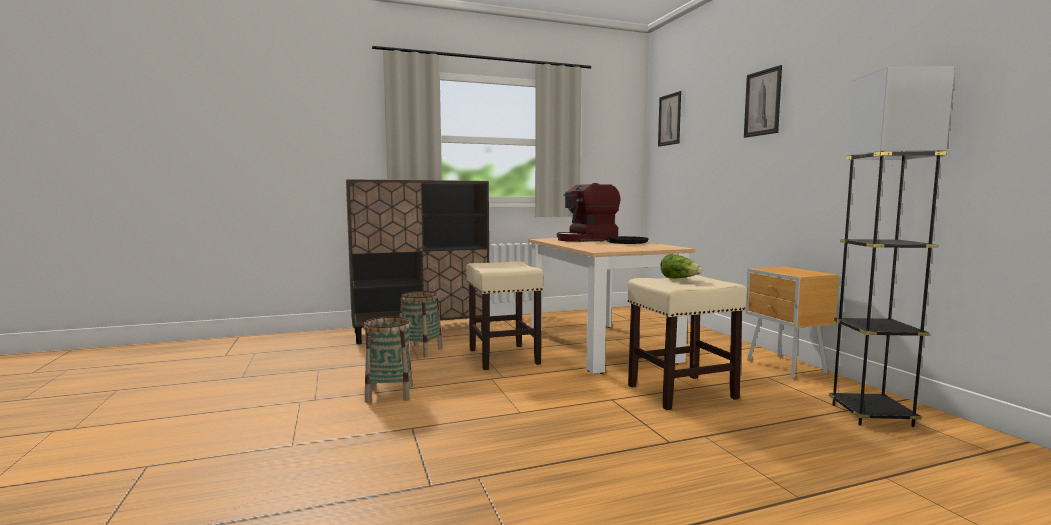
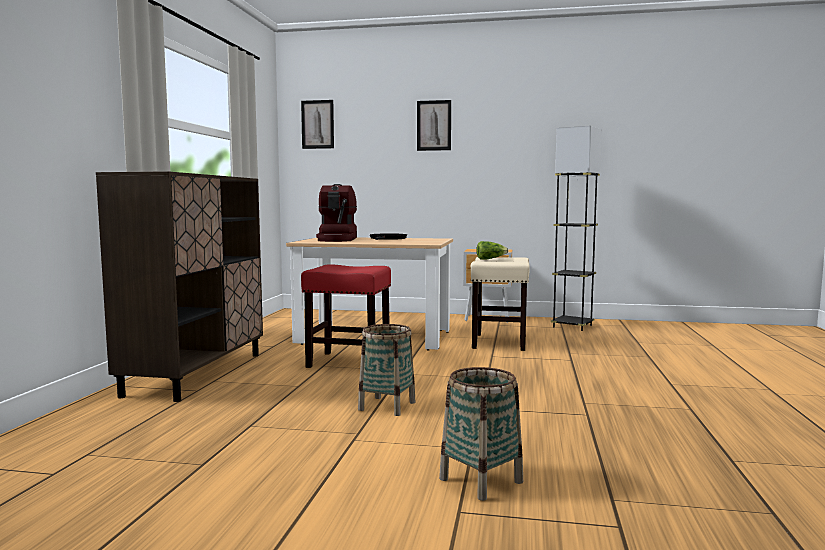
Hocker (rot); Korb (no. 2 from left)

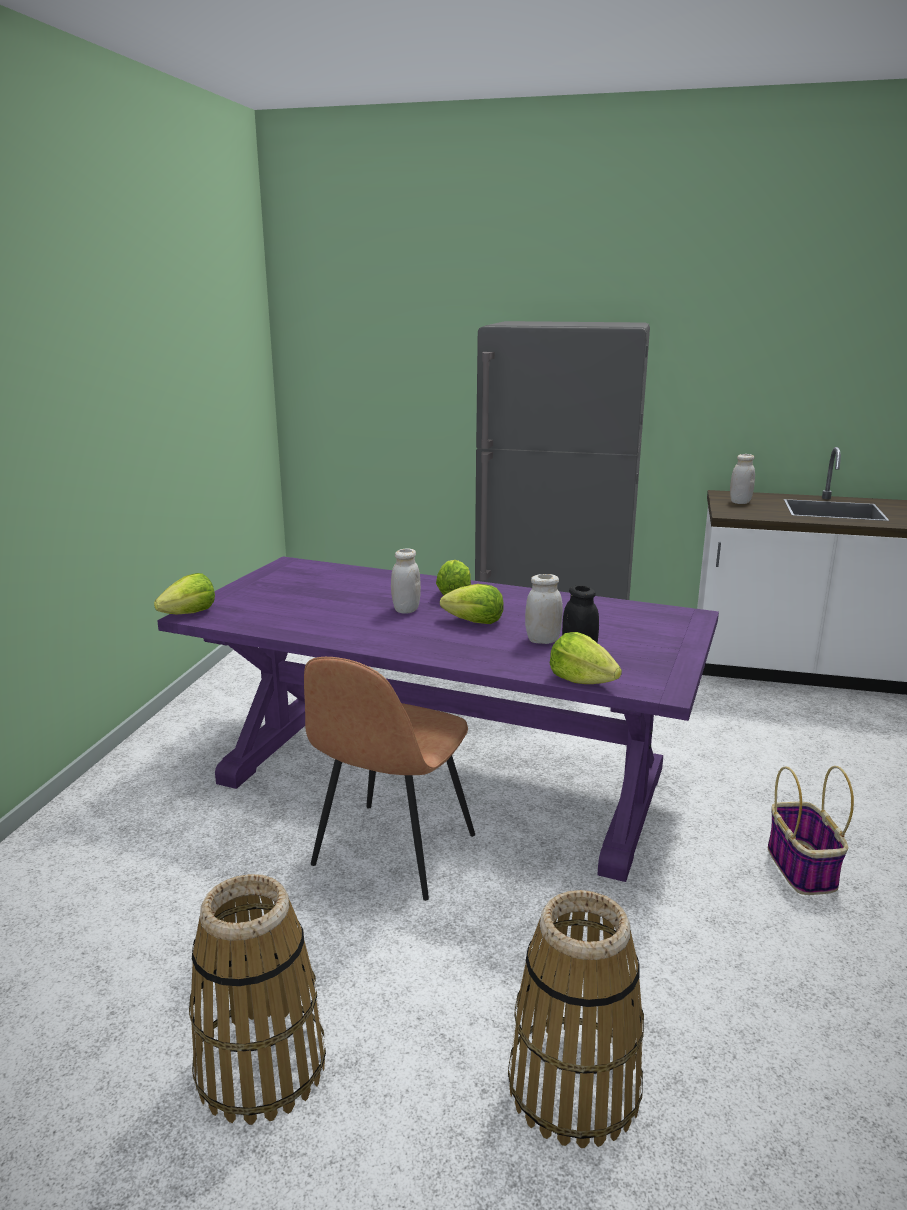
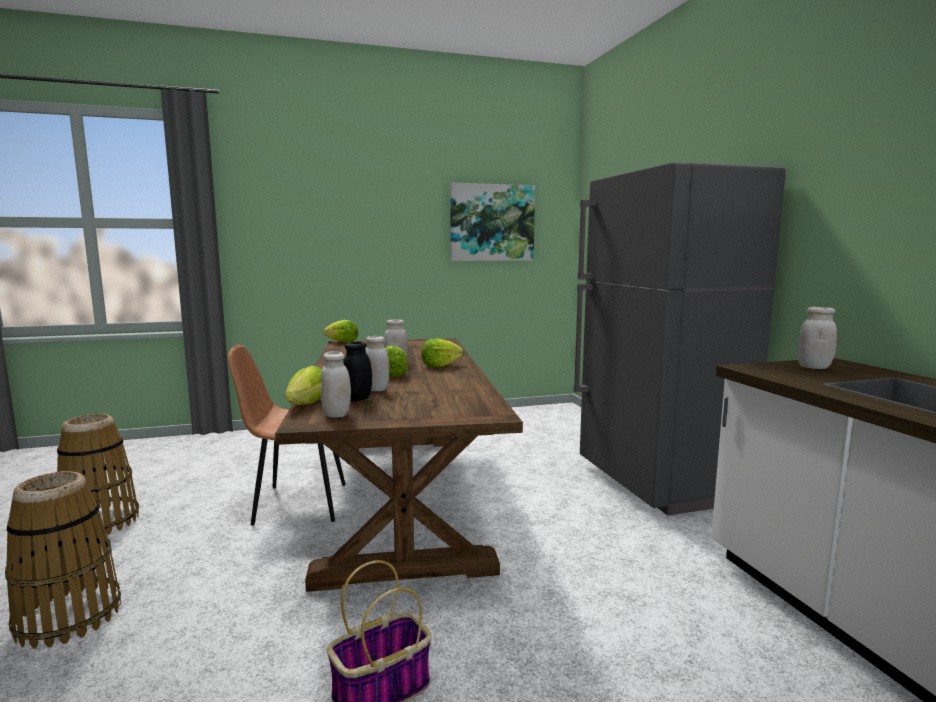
Esstisch (braun); Bild; Vorratsglas (weiß) (no. 1 from left)

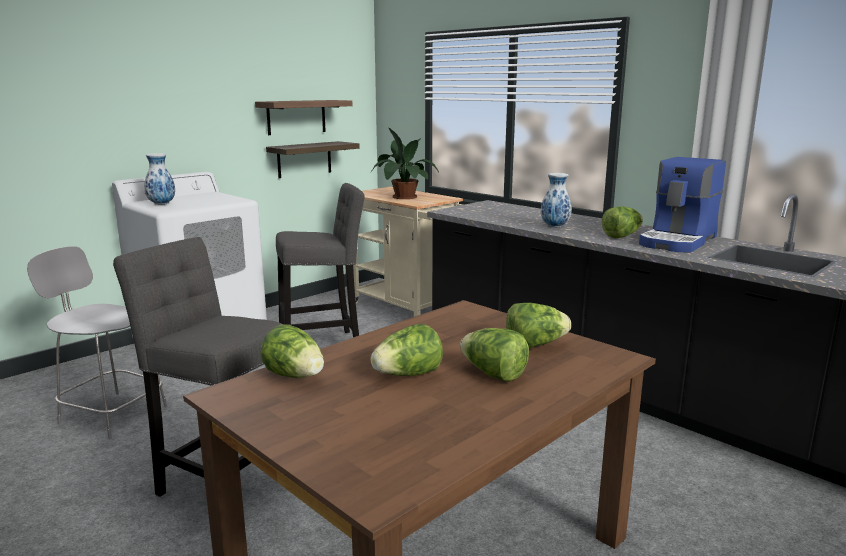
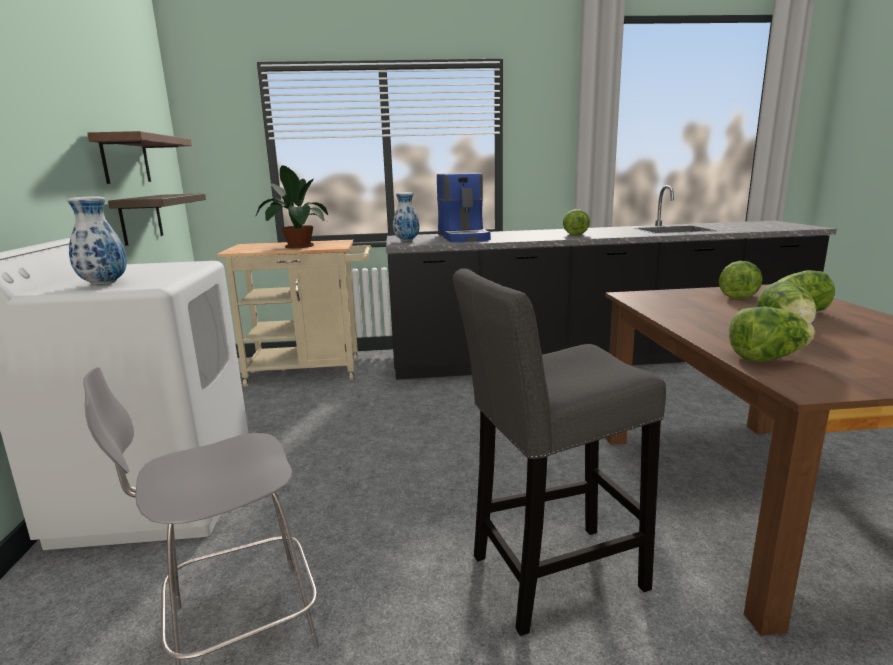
Kaffeemaschine; Vase (no. 2 from left); Hocker (grau) (no. 2 from left in the first image)

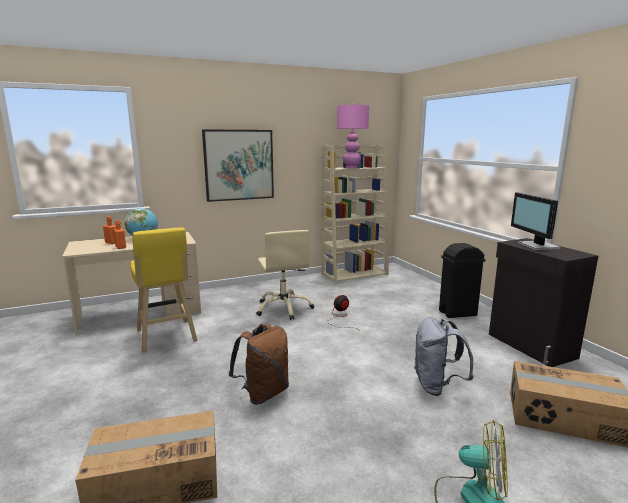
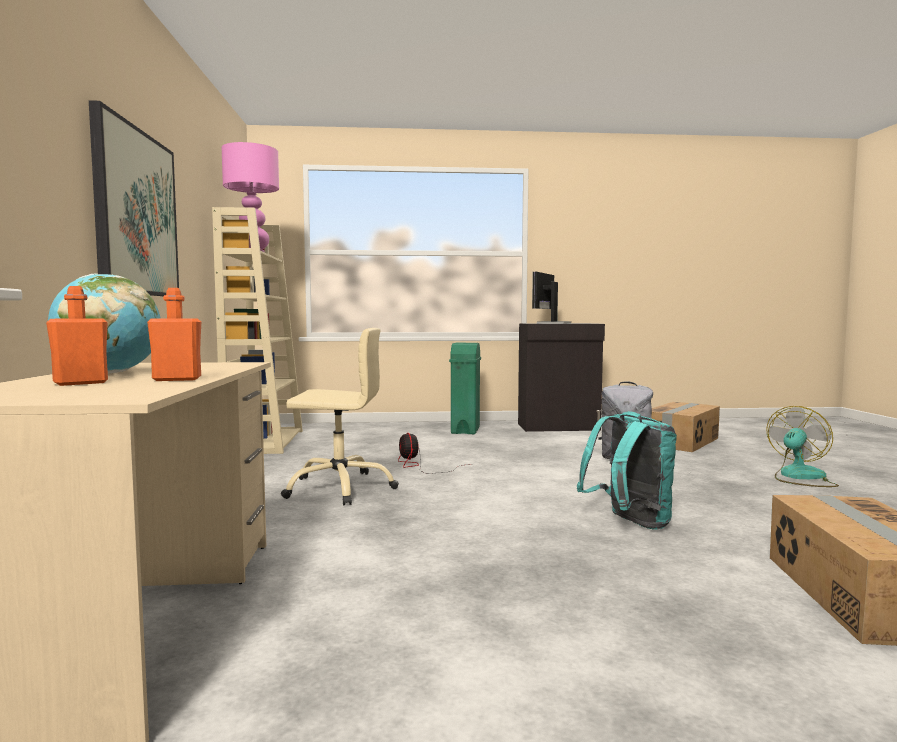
Monitor; Hocker (gelb); Mülleimer (grün); Rucksack (türkis)

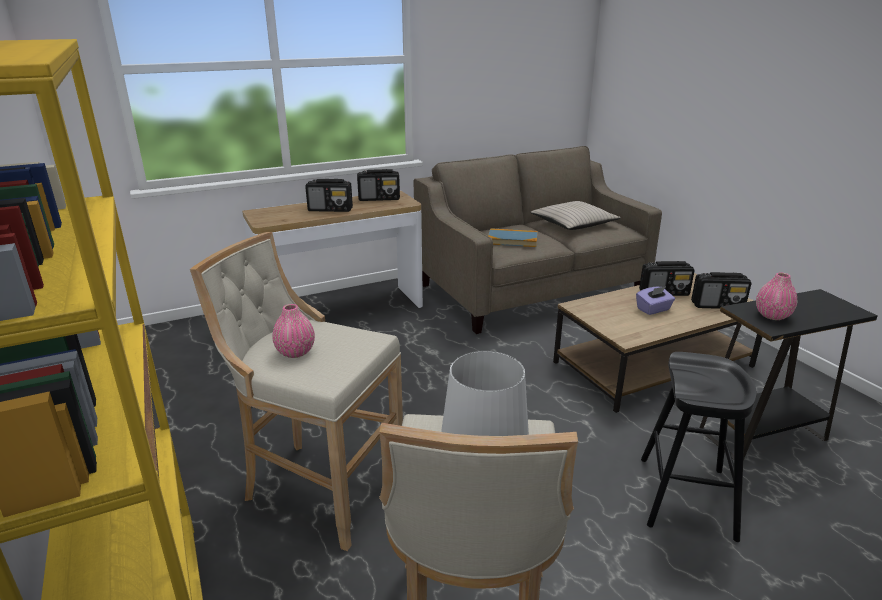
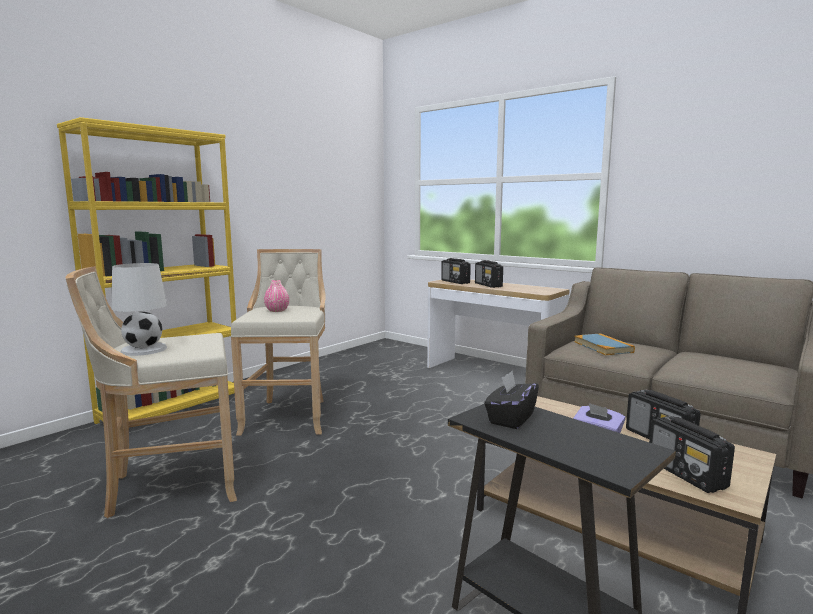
Radio (no. 1 from left); Kissen (beige); Taschentuchbox (schwarz); Hocker (schwarz)

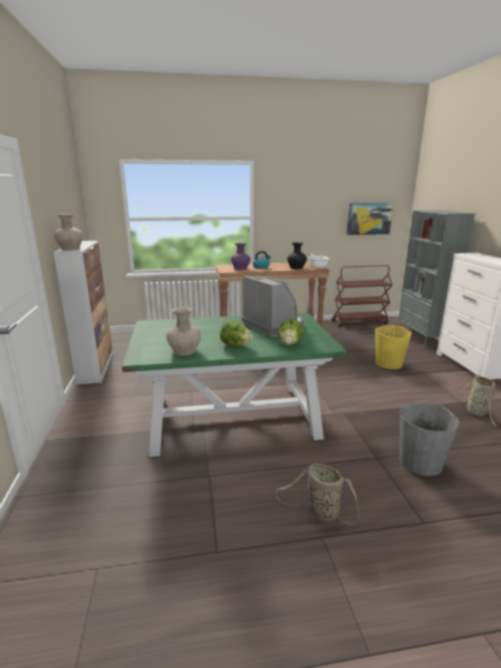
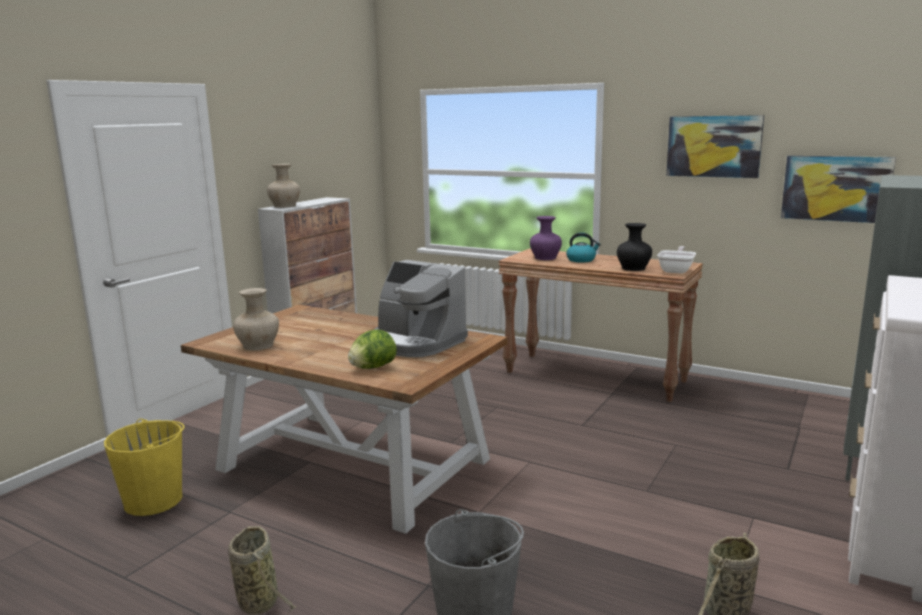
Rollwagen (braun); Kaffeemaschine; Esstisch (braun); Salatkopf (no. 1 from left in the first image); Eimer (gelb); Bild (no. 1 from left)

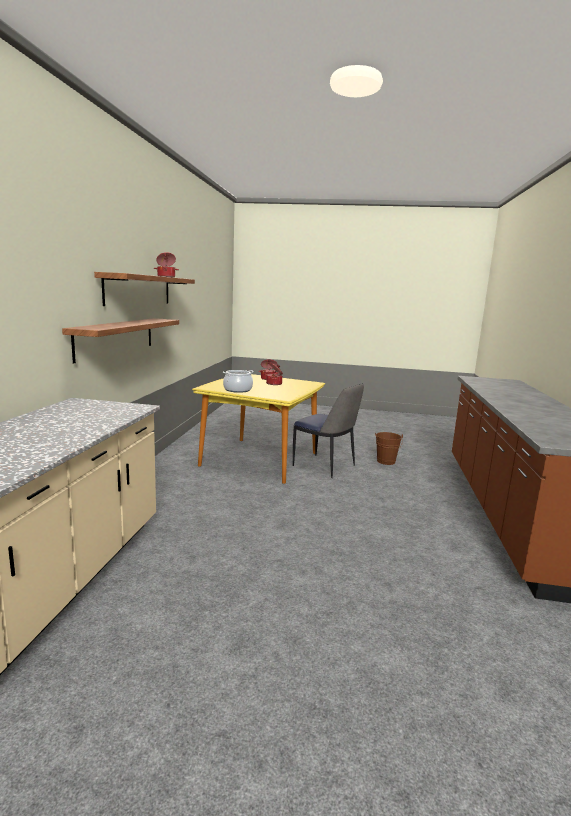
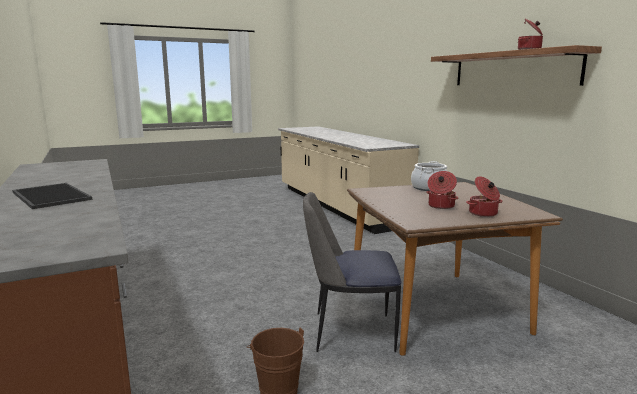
Wandregal (no. 1 from left in the first image); Esstisch (braun); Tablett

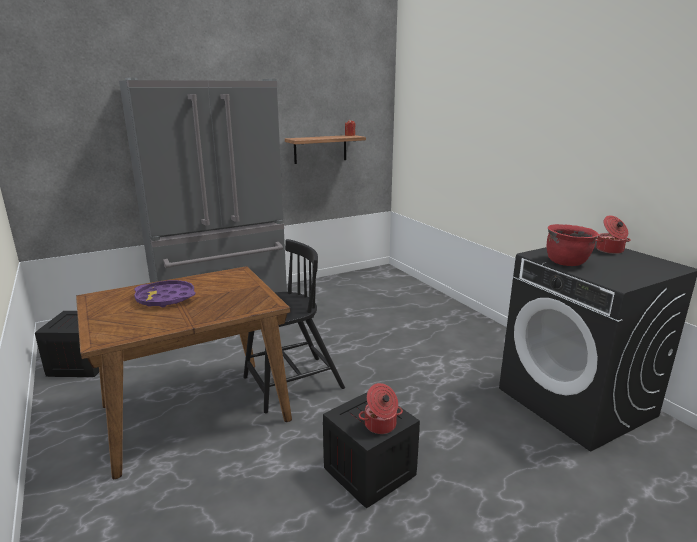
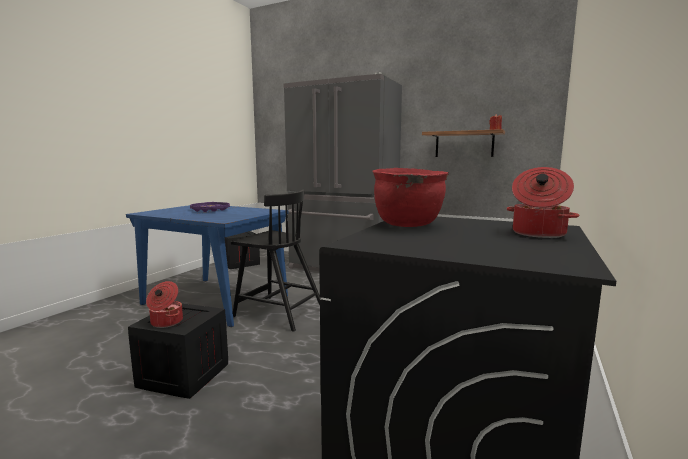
Esstisch (blau)

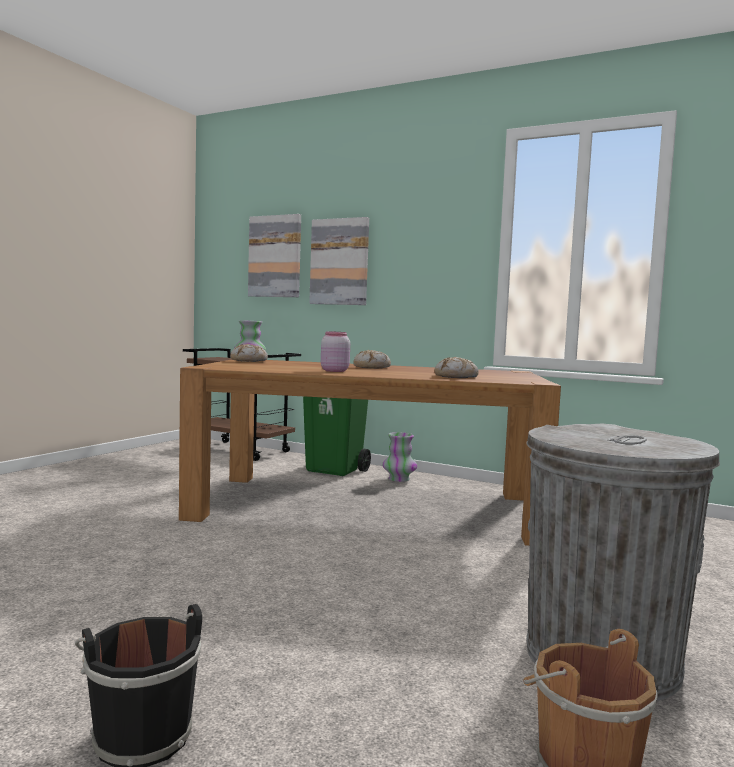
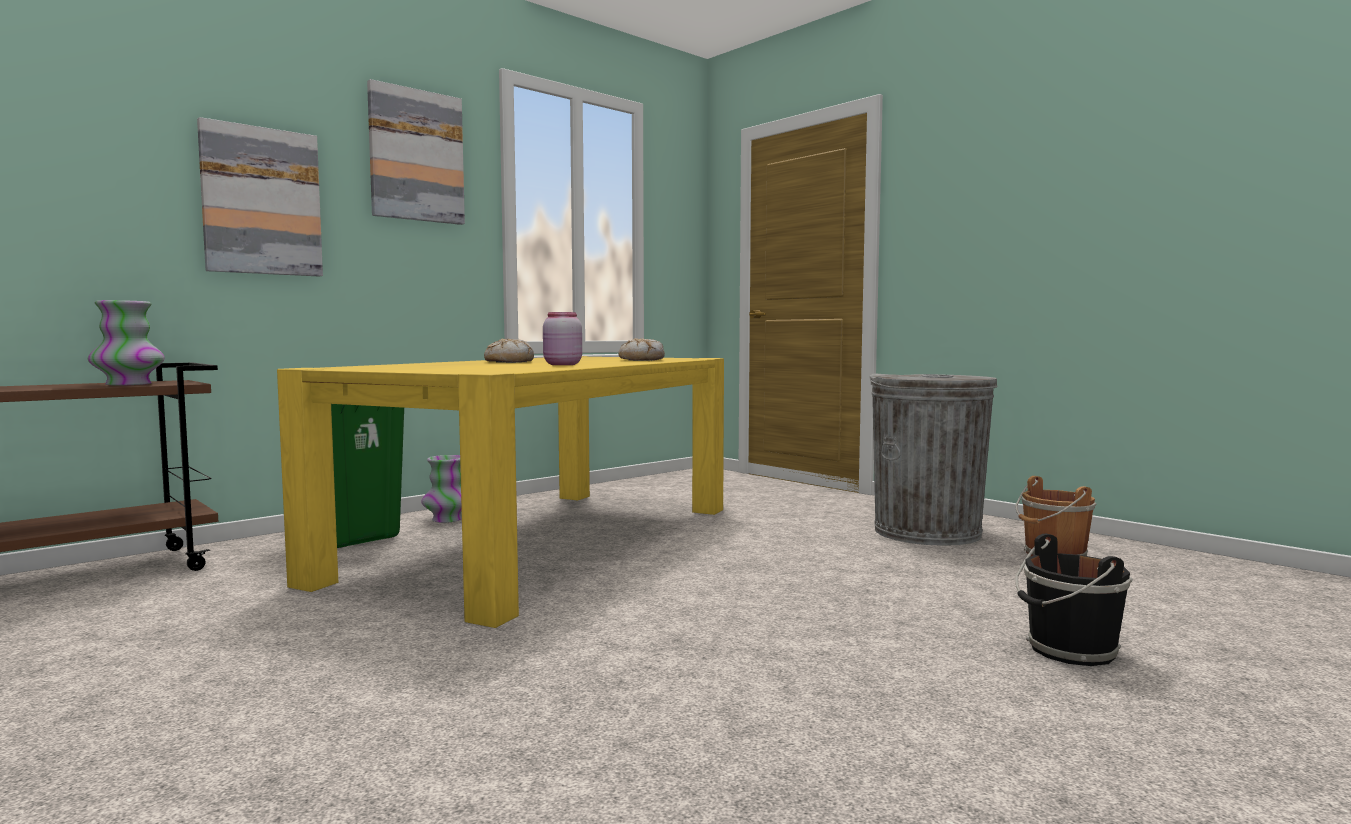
Bild (no. 2 from left); Brot (no. 1 from left in the first image); Esstisch (gelb)

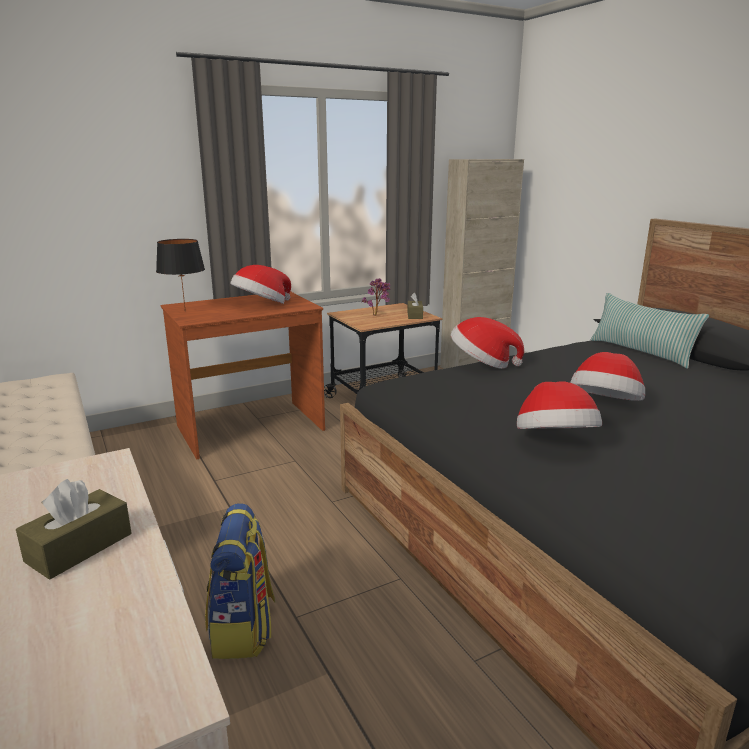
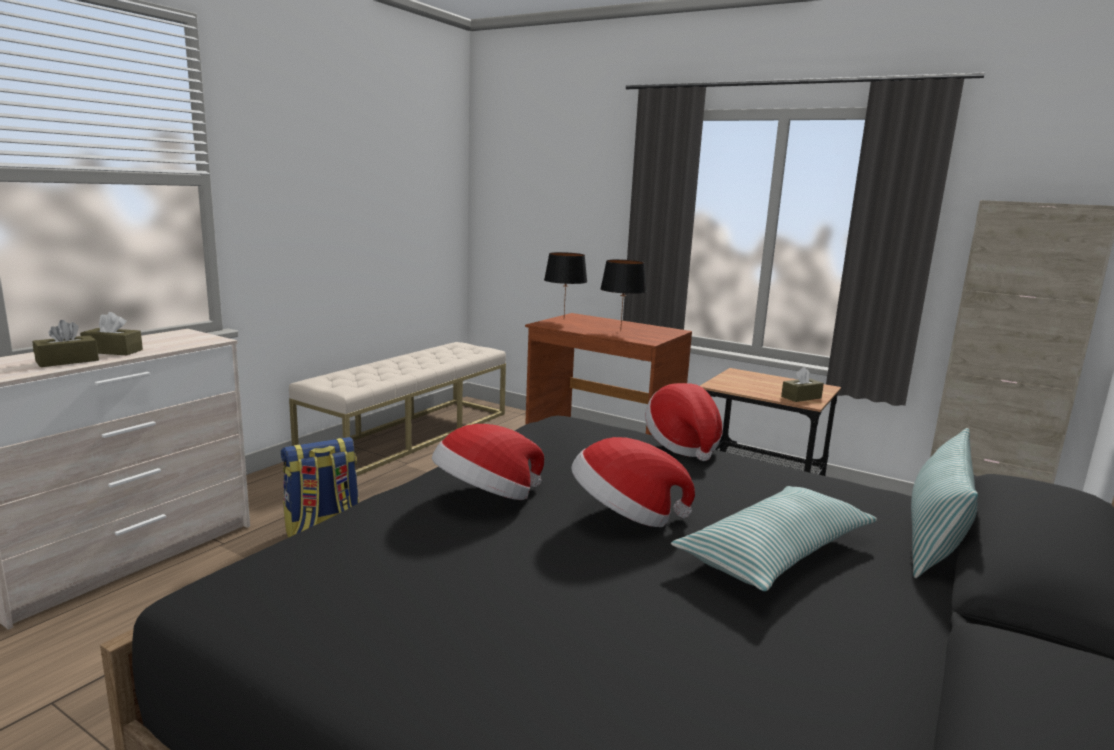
Tischlampe (schwarz) (no. 2 from left); Topfpflanze; Taschentuchbox (braun) (no. 1 from left); Kissen (no. 1 from left)

